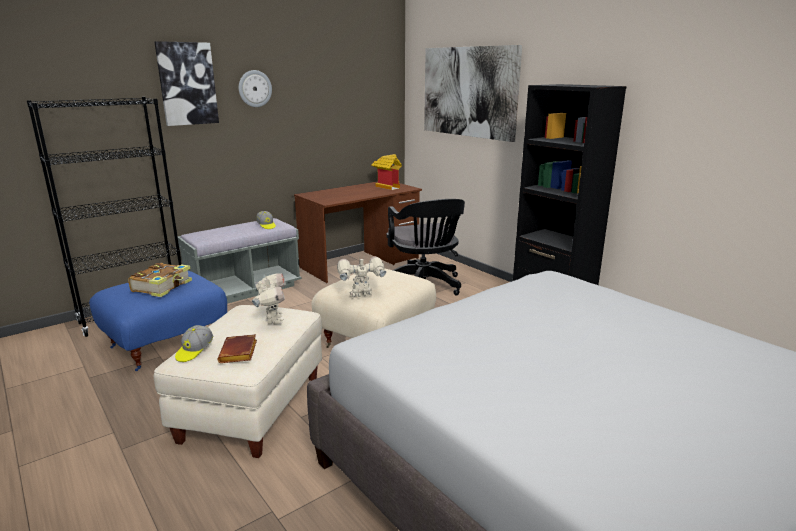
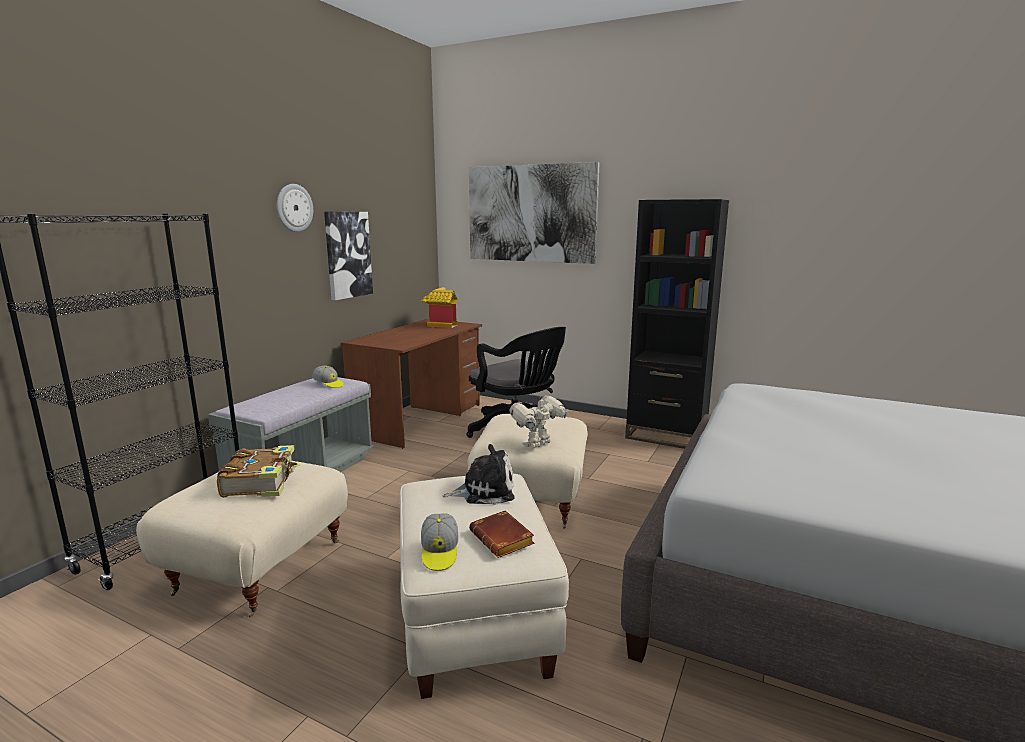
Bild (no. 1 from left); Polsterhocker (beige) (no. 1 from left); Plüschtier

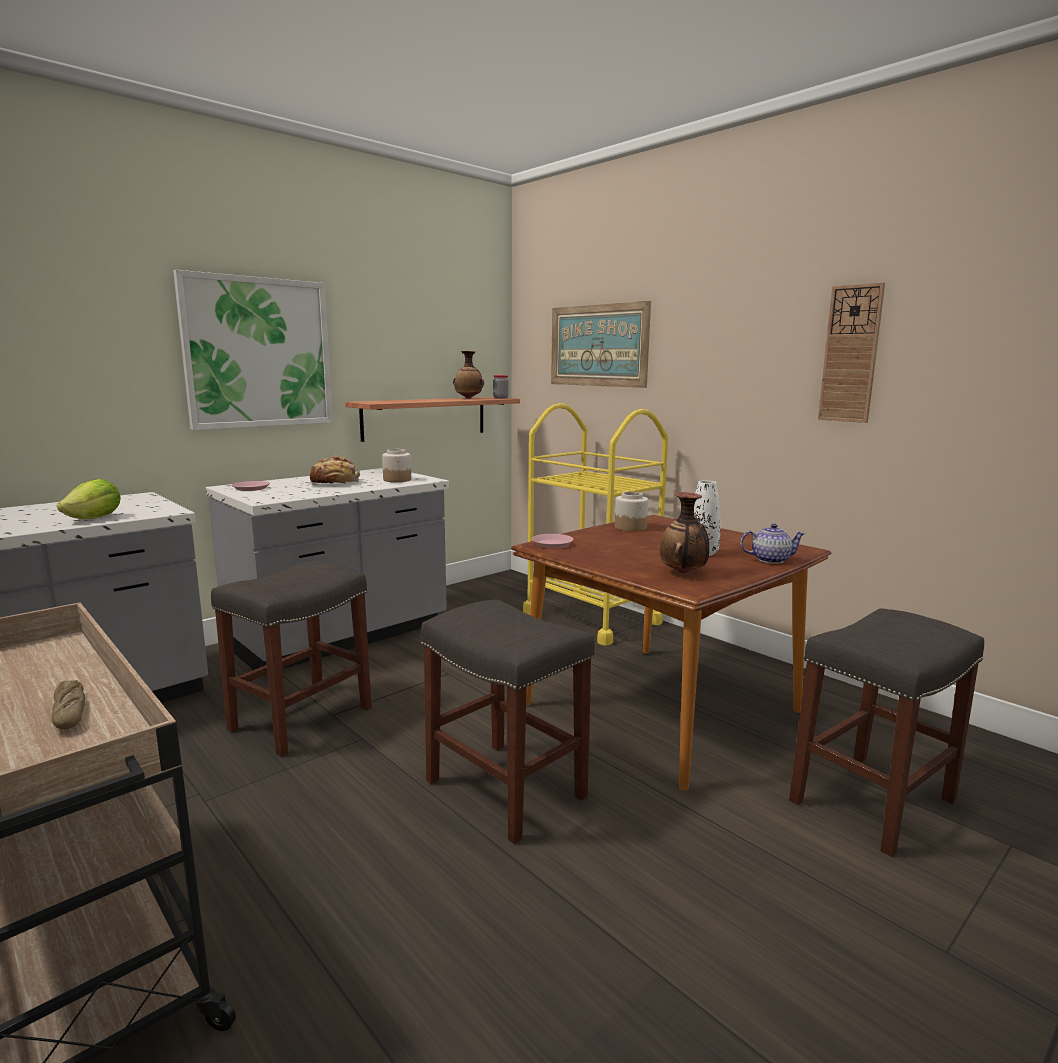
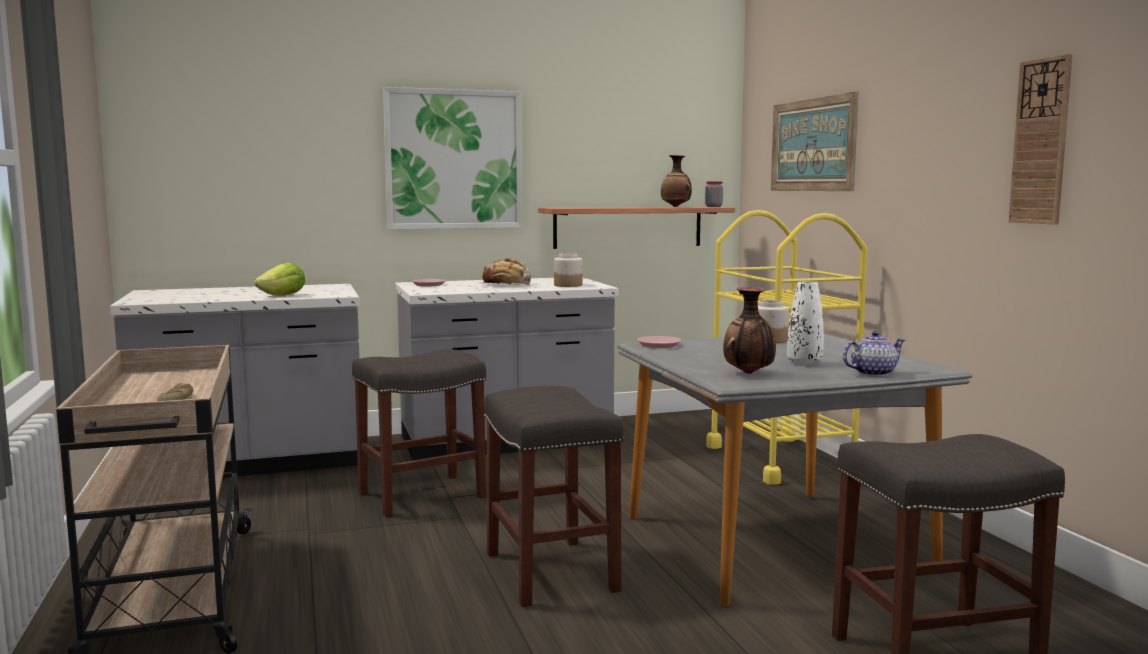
Esstisch (grau); Teekanne

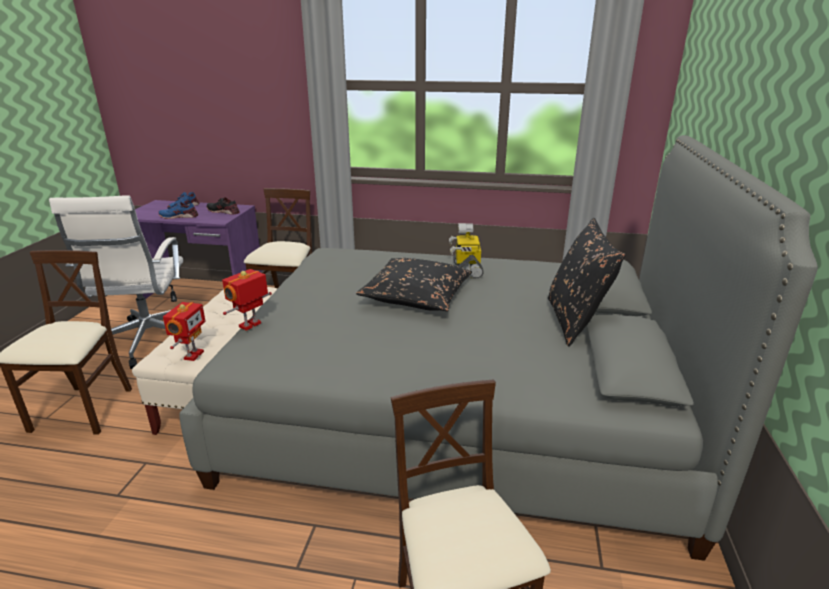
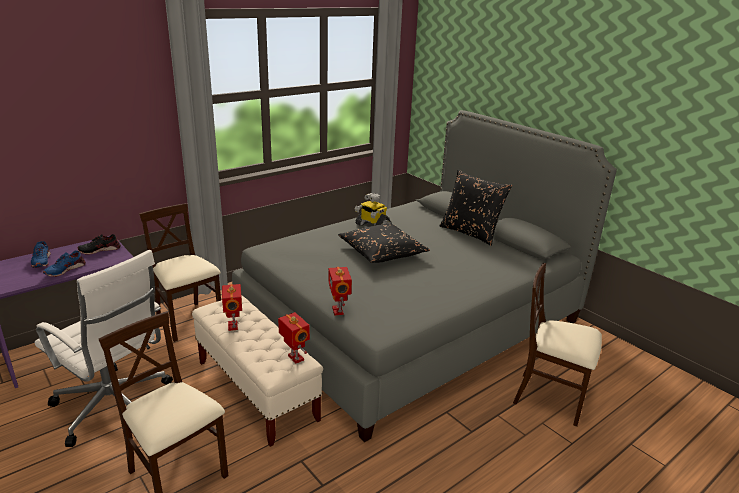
Spielzeugroboter (no. 1 from left)

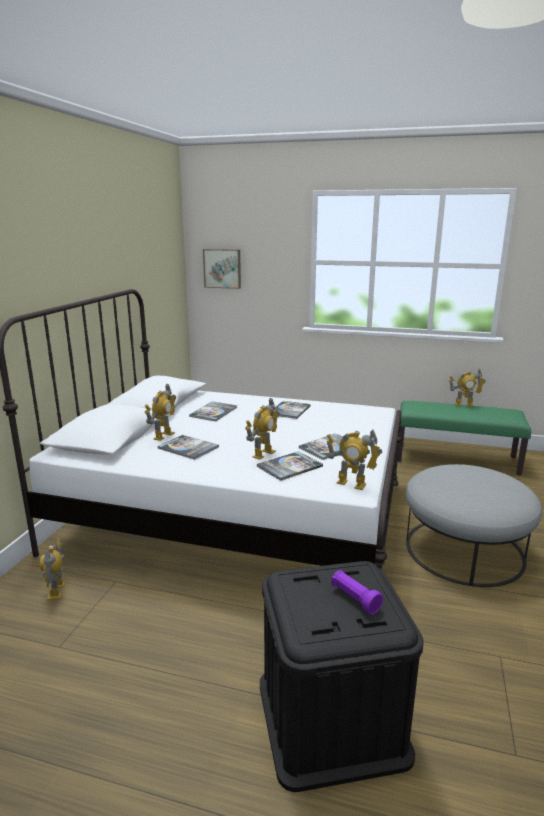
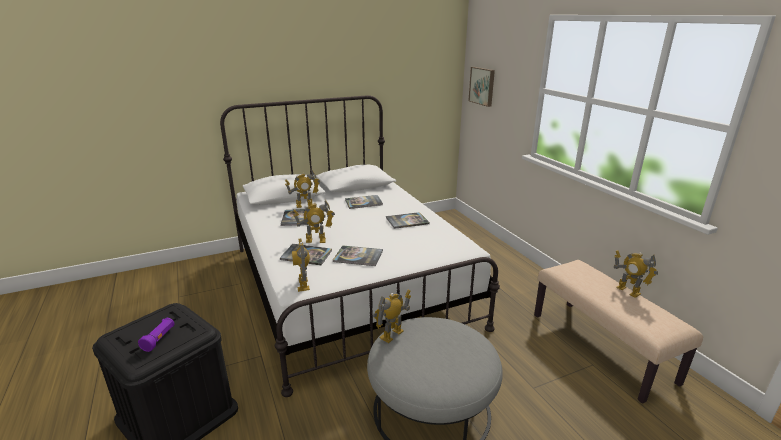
Bank (beige); Spielzeugroboter (no. 4 from left)

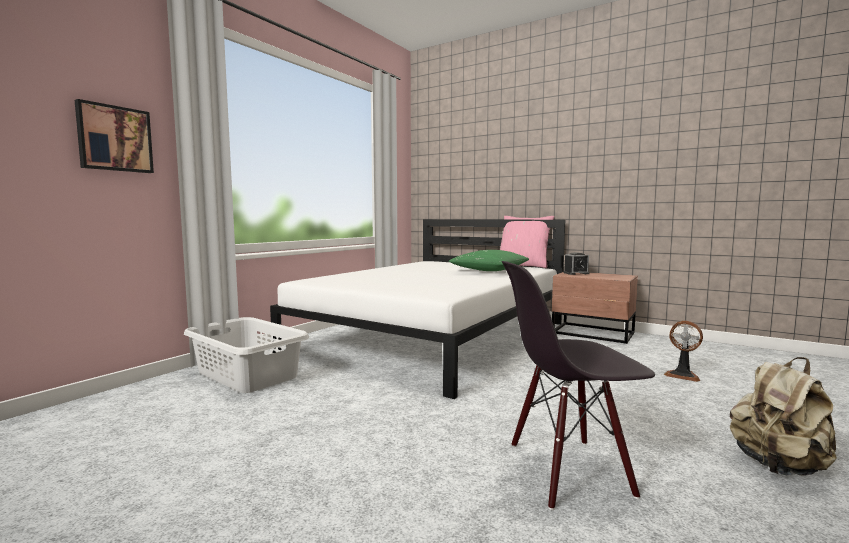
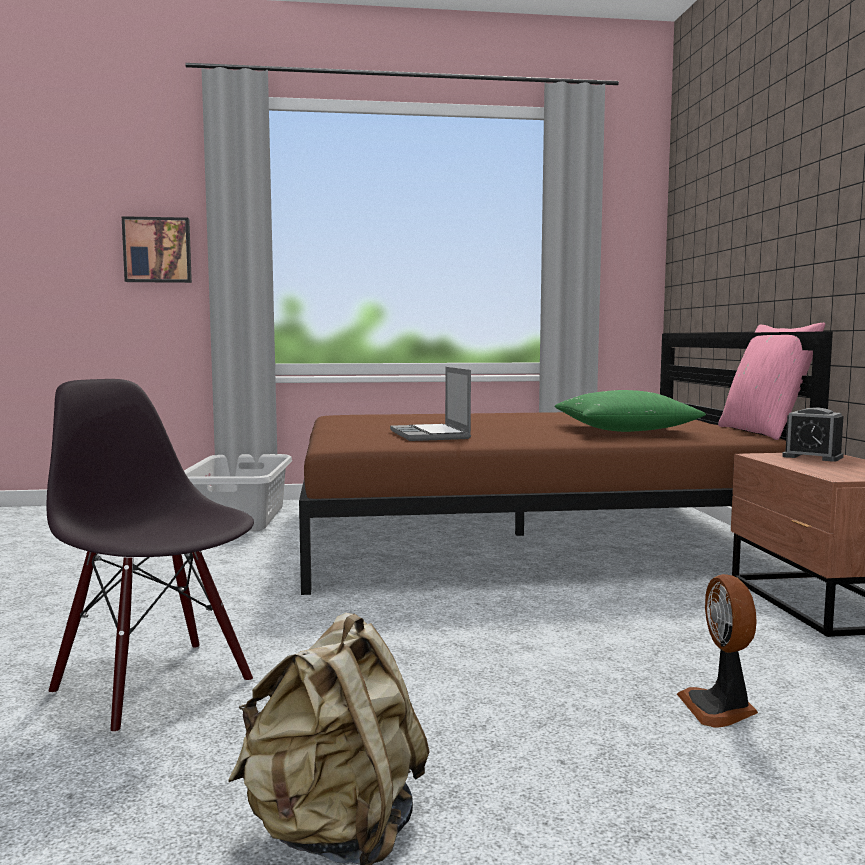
Bett (braun); Laptop

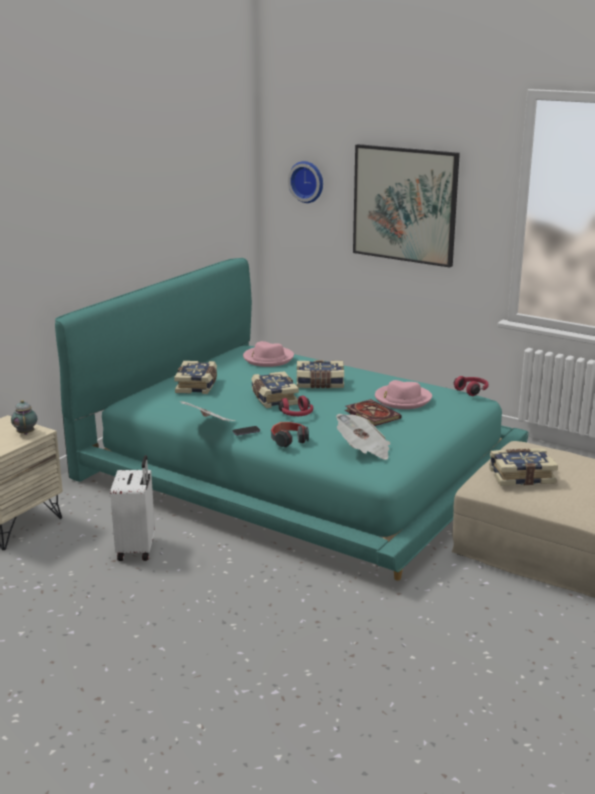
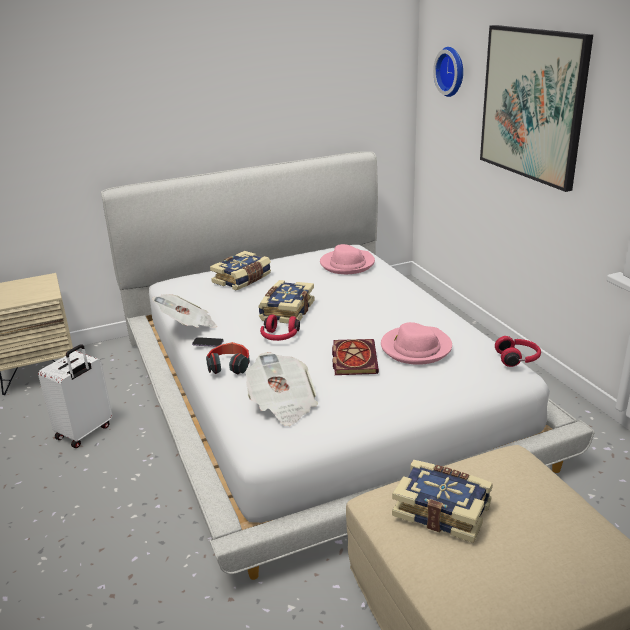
Bett (weiß); Buch (no. 3 from left in the first image); Teekanne

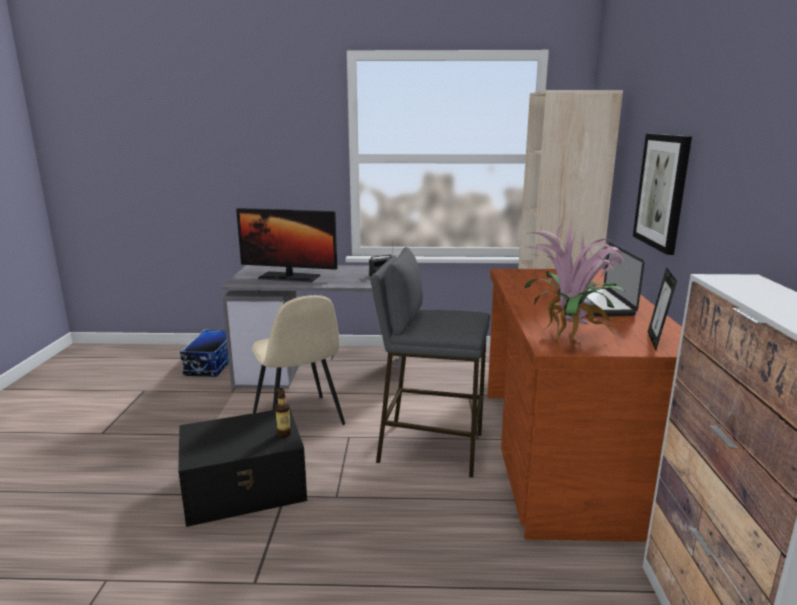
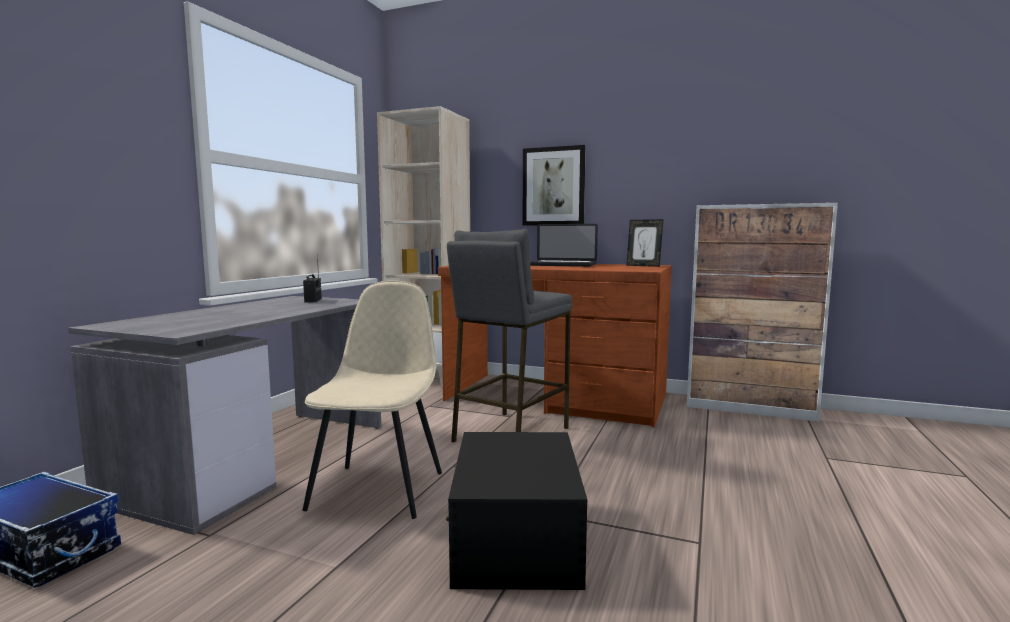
Monitor; Topfpflanze; Stuhl (beige); Flasche

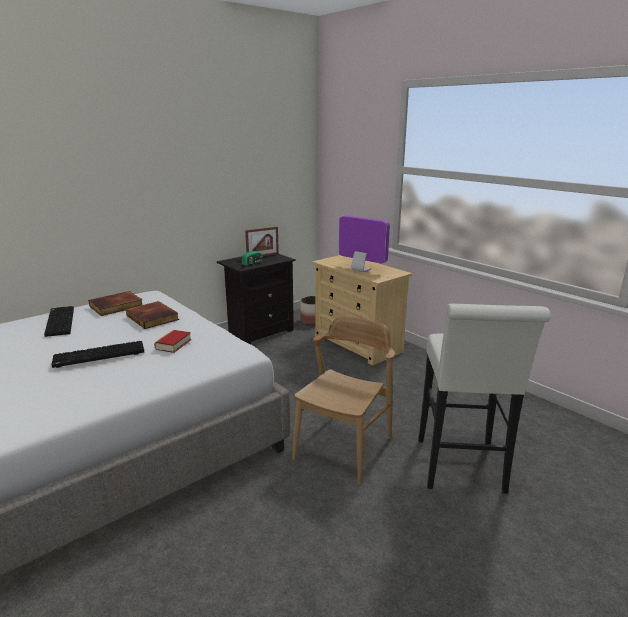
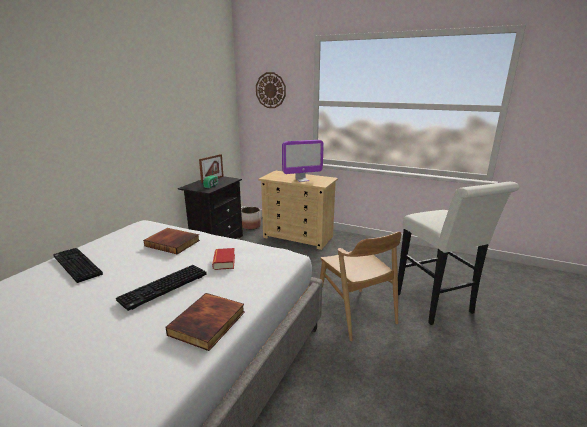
Monitor; Buch (no. 2 from left); Stuhl (braun); Wanduhr

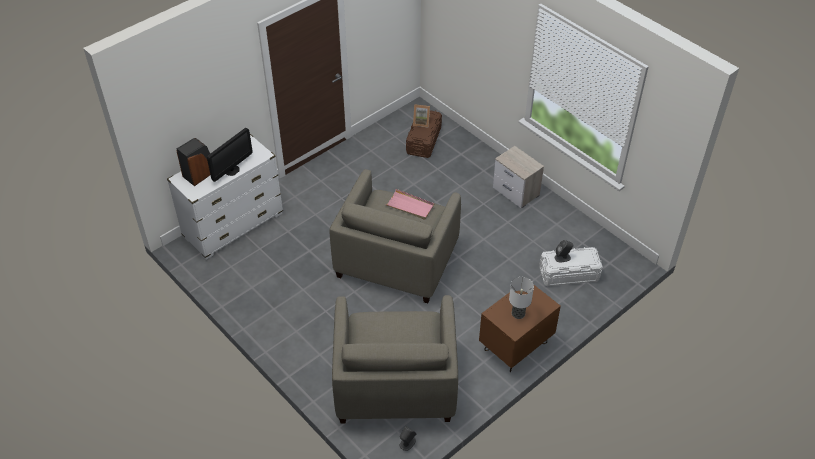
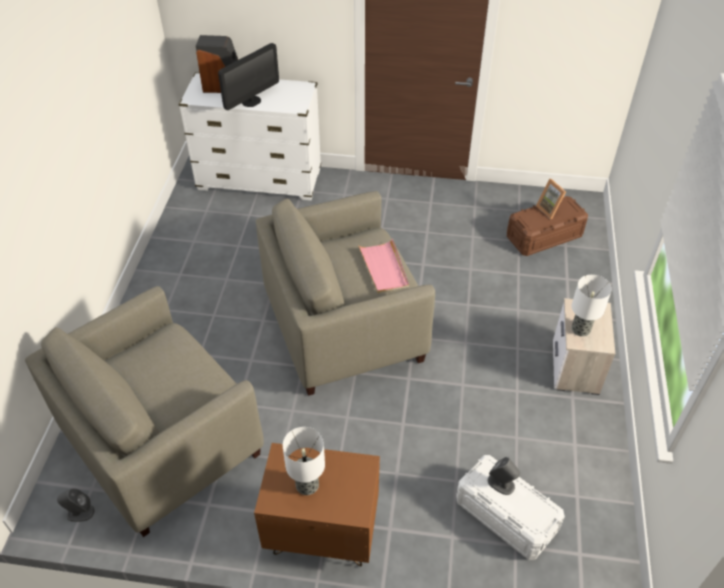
Monitor; Tischlampe (no. 2 from left)

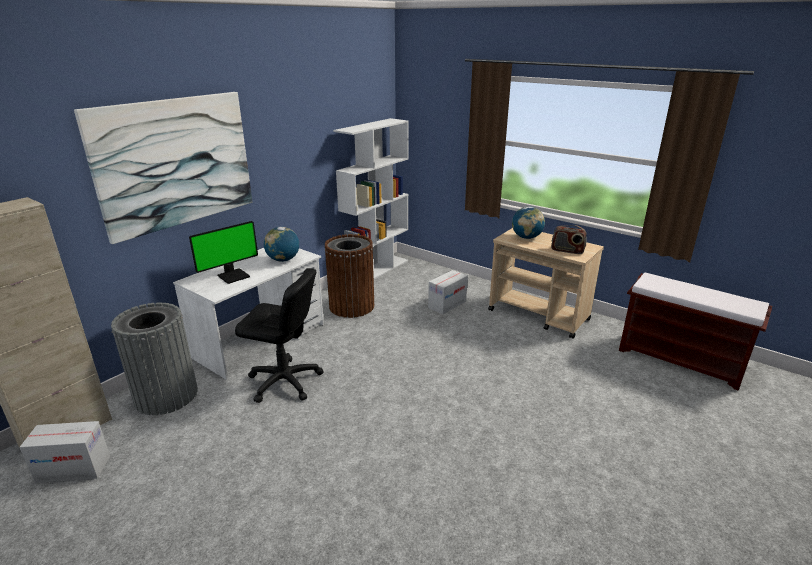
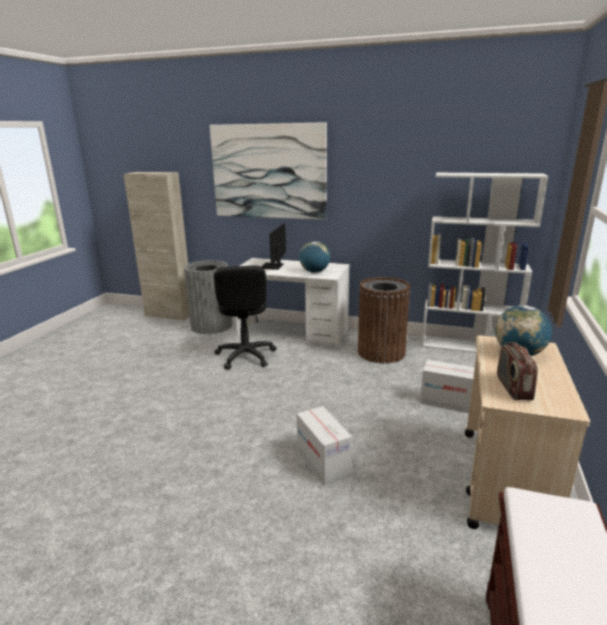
Monitor; Karton (no. 1 from left)

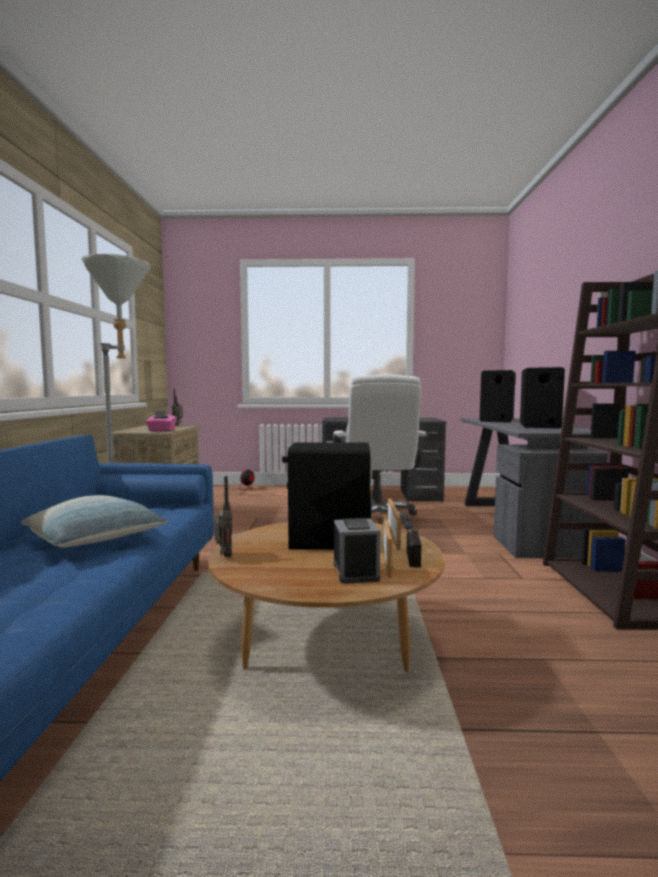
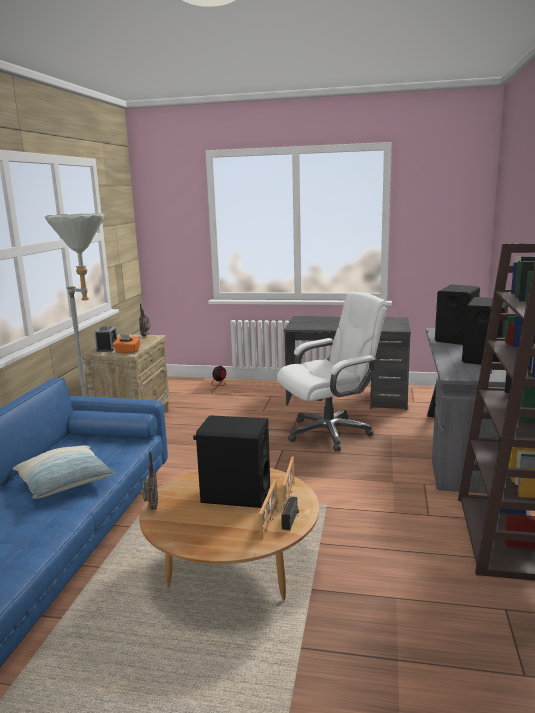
Bürostuhl (weiß); Taschentuchbox (orange); Wecker

